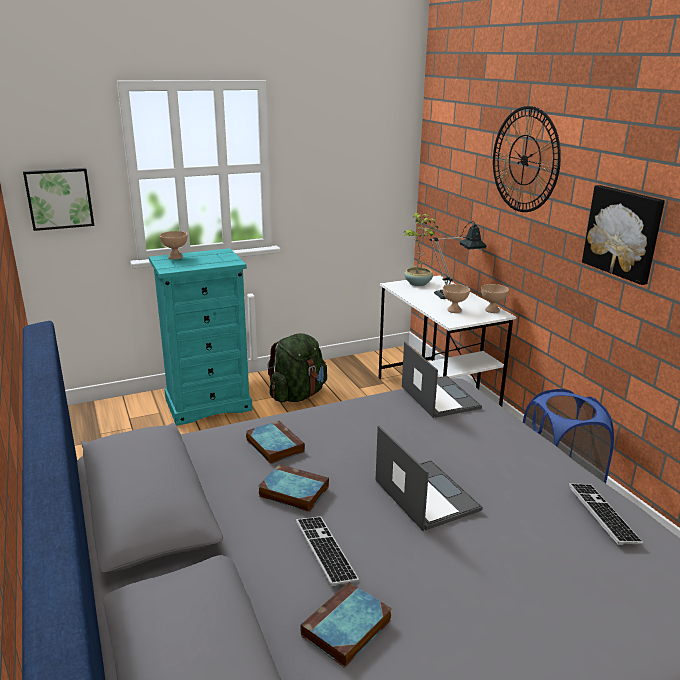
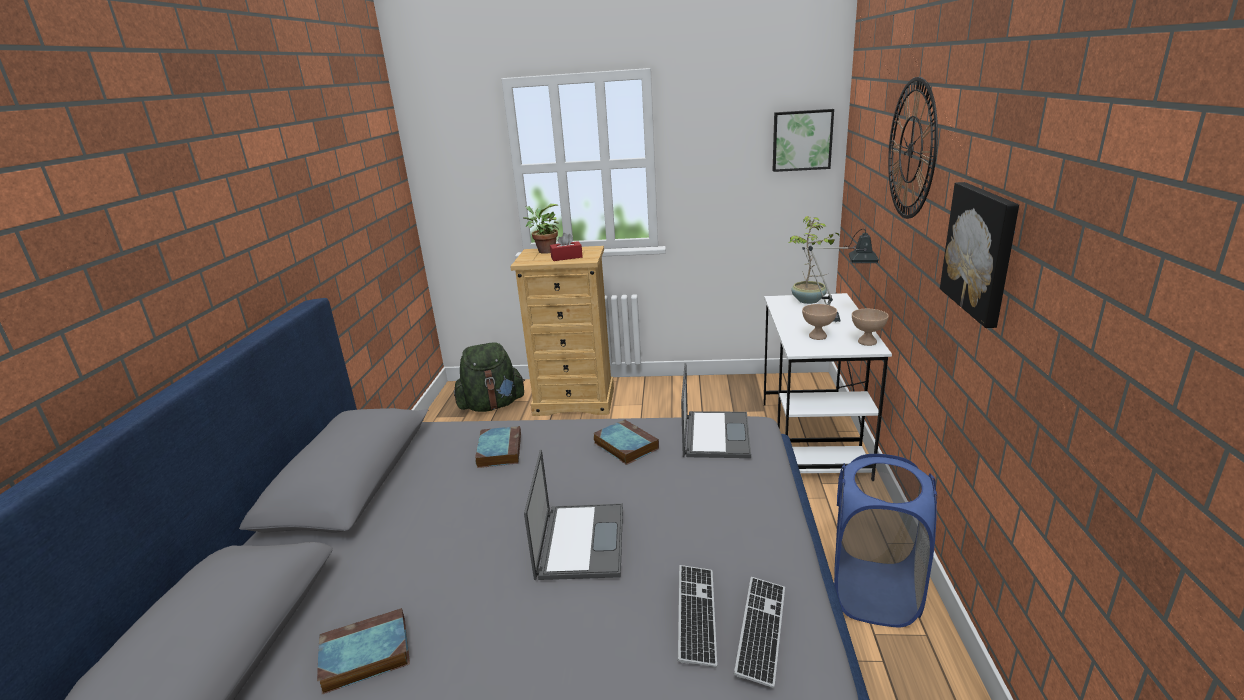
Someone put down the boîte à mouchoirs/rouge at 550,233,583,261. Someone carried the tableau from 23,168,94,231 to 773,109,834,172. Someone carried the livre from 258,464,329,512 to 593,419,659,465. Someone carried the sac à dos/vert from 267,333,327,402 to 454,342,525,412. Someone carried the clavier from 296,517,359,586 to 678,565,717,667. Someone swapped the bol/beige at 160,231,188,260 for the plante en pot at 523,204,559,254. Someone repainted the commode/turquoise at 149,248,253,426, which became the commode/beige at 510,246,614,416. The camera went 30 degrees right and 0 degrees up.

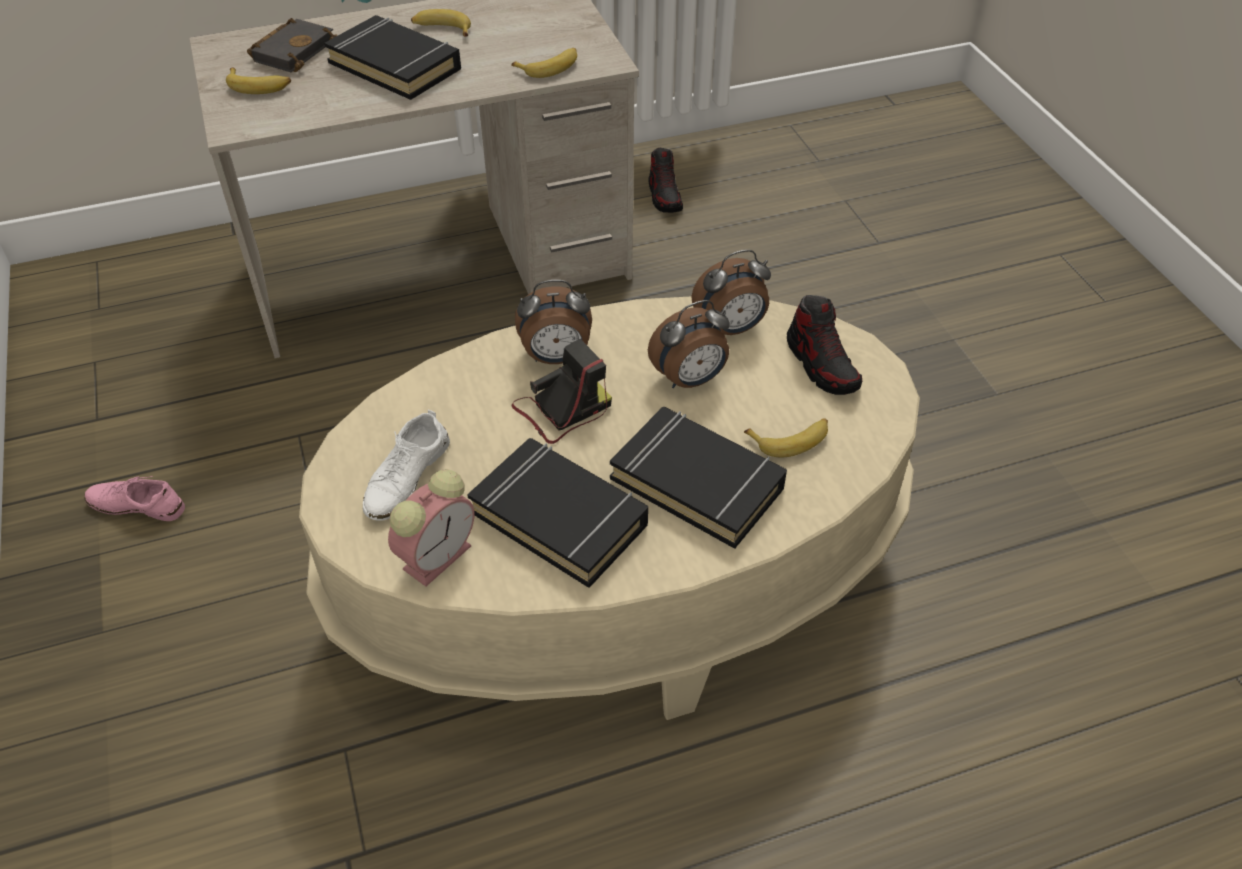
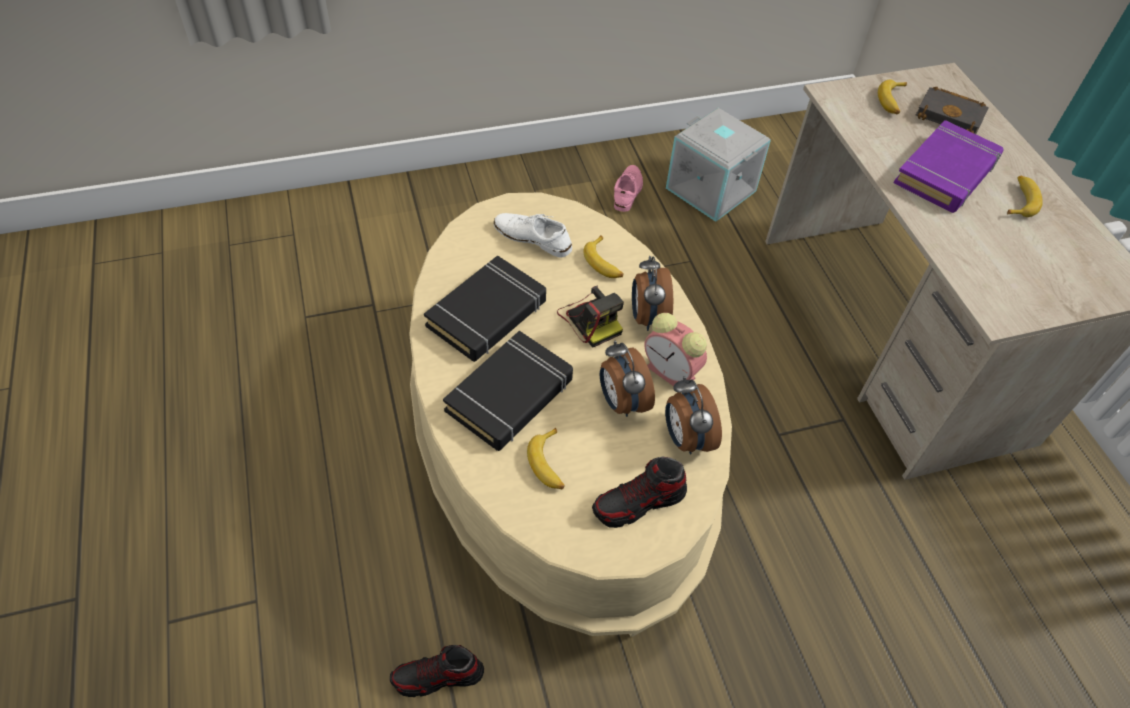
Someone put down the boîte de rangement/gris at 666,108,771,222. Someone carried the réveil from 388,470,475,587 to 644,313,707,386. Someone carried the banane from 511,48,577,78 to 583,235,623,278. Someone carried the chaussure from 649,148,683,213 to 390,645,484,697. Someone repainted the livre/noir at 324,15,461,100, which became the livre/violet at 894,120,1003,213. The camera went 90 degrees right and 5 degrees up.

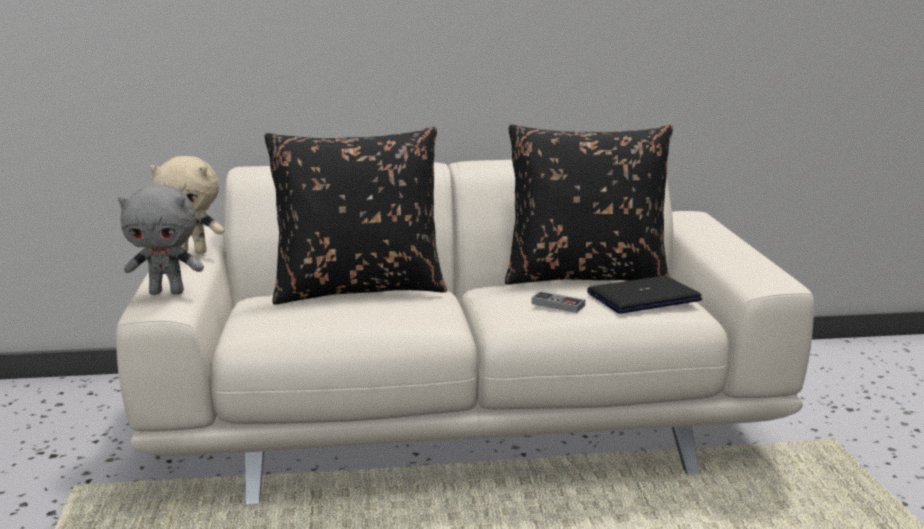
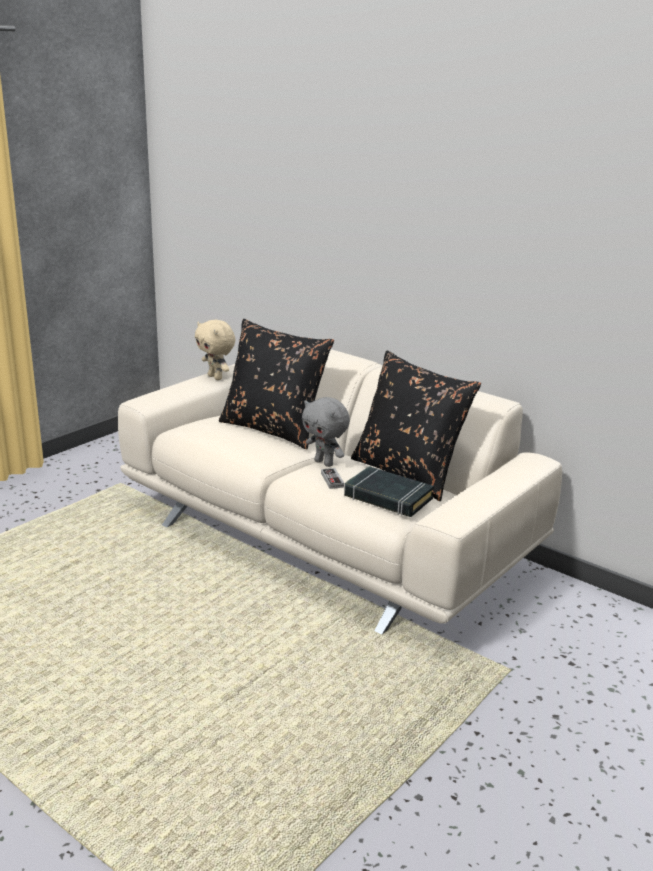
Someone carried the peluche/gris from 118,184,204,295 to 302,397,350,467. Someone swapped the ordinateur portable at 587,276,702,314 for the livre/noir at 344,466,434,517. The camera went 45 degrees right and 5 degrees up.

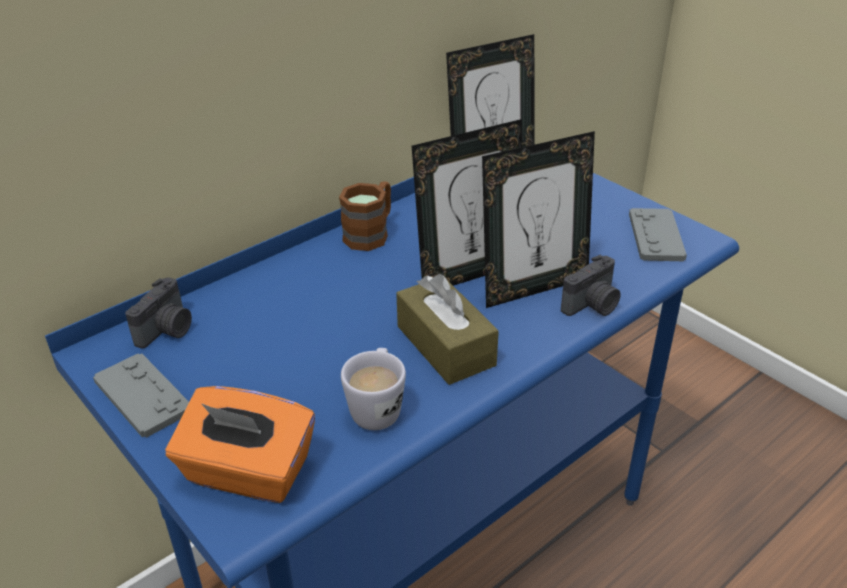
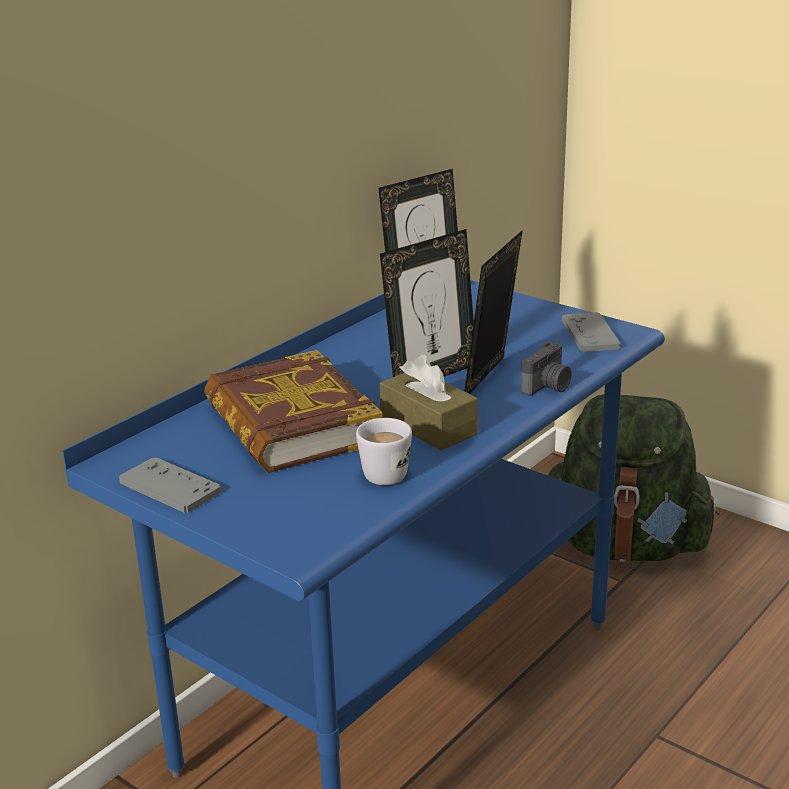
Someone took away the appareil photo at 125,277,192,349. Someone took away the boîte à mouchoirs/orange at 165,386,315,503. Someone took away the mug/marron at 339,181,391,251. Someone put down the livre at 204,350,383,473. Someone put down the sac à dos/vert at 548,394,720,562. Someone rotated the cadre photo at 482,131,595,308 by 150 degrees clockwise. The camera went 10 degrees left and 10 degrees down.

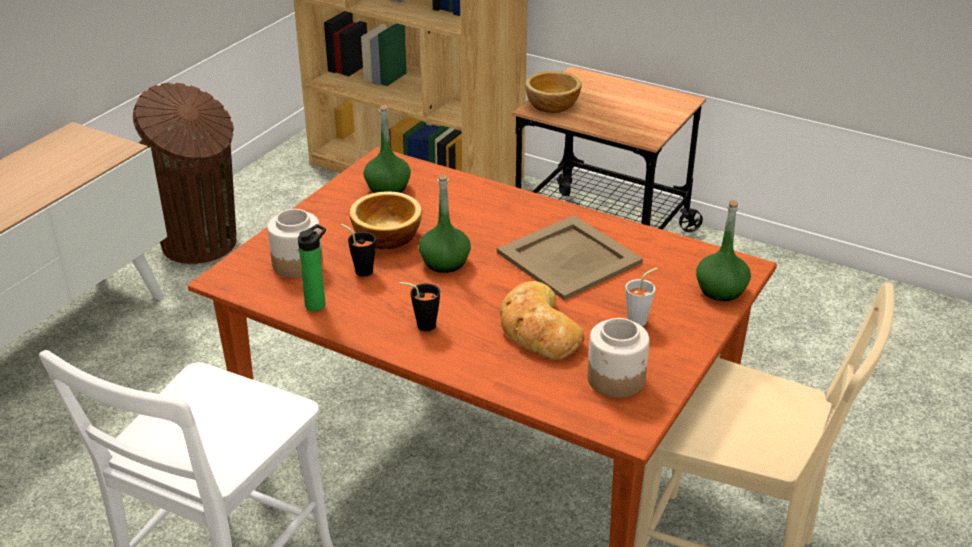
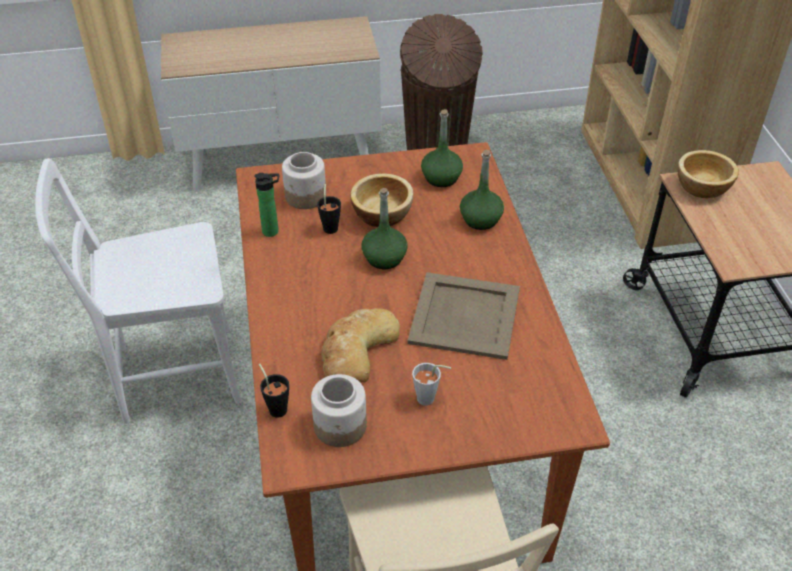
Someone carried the tasse/noir from 400,282,440,331 to 259,364,289,418. Someone carried the bouteille/vert from 696,200,751,301 to 460,150,504,230. The camera went 50 degrees right and 10 degrees up.

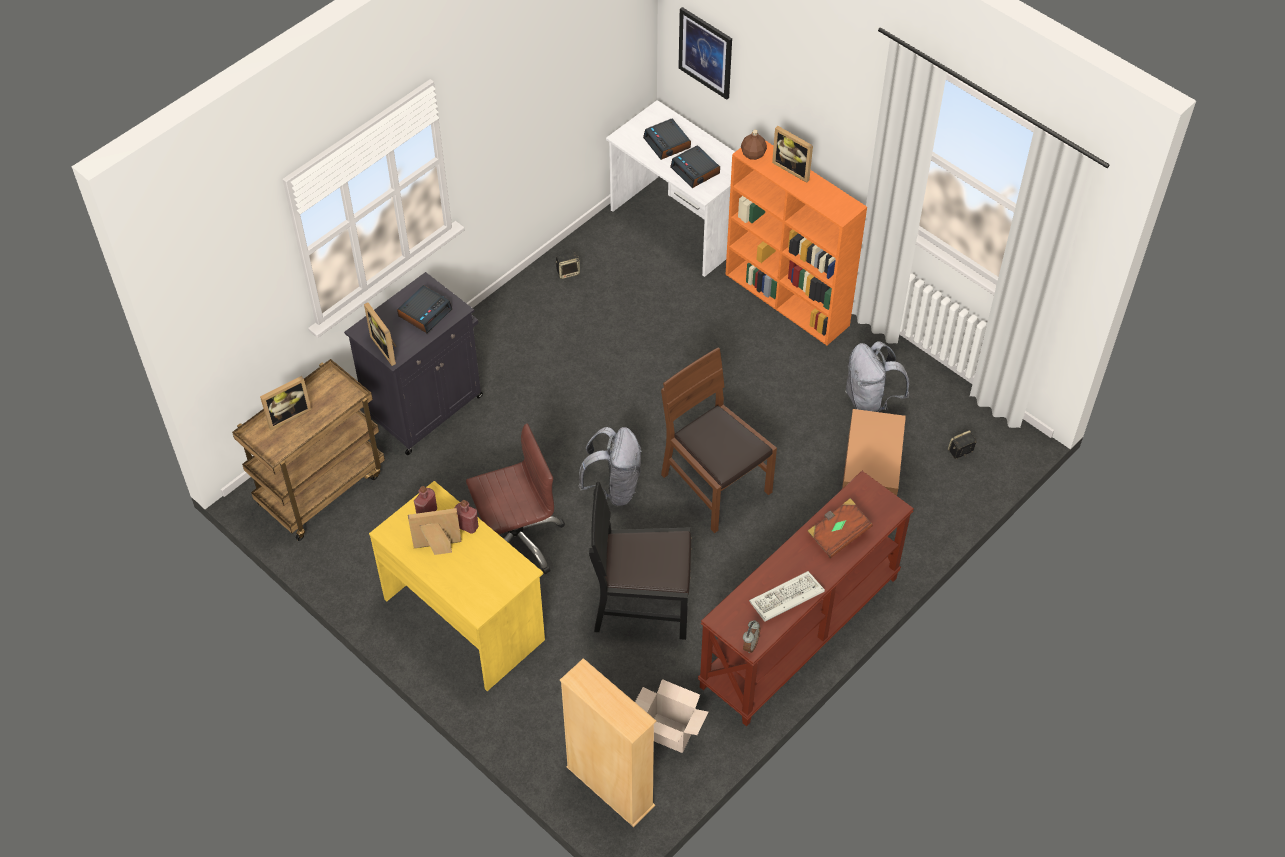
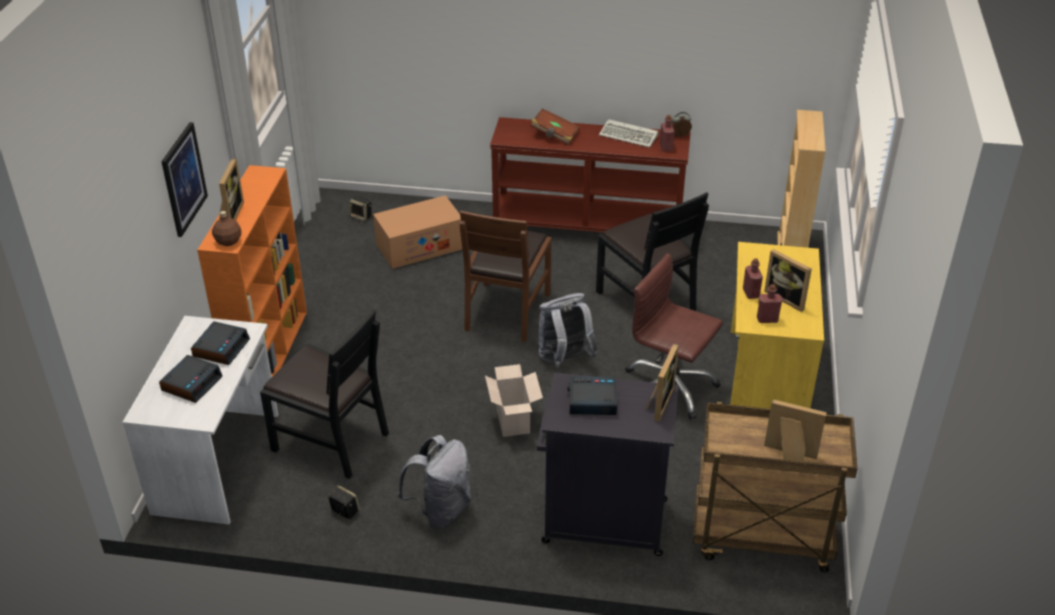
Someone put down the chaise/noir at 260,310,389,479. Someone put down the bouteille/rouge at 660,115,675,152. Someone carried the carton from 635,679,708,753 to 485,364,543,437. Someone carried the tableau from 678,7,732,100 to 161,122,208,237. Someone carried the sac à dos/gris from 845,341,909,412 to 397,435,471,529. The camera went 125 degrees left and 15 degrees down.

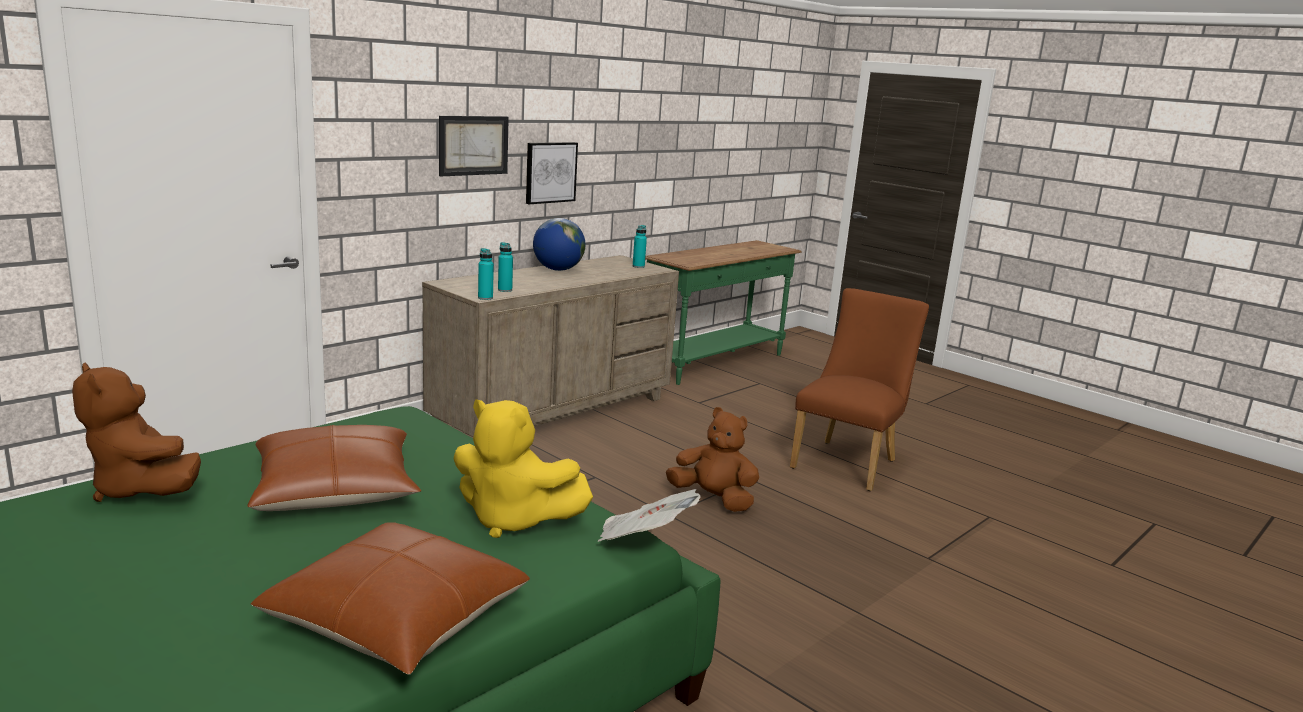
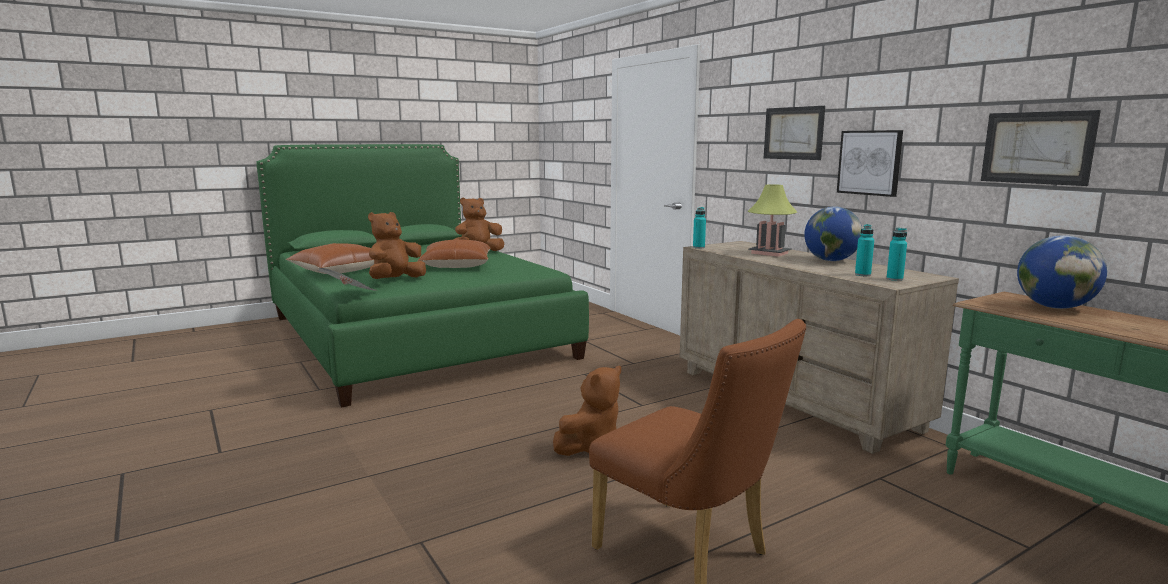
Someone put down the lampe de table at 748,184,797,257. Someone put up the tableau at 981,110,1101,186. Someone put down the globe at 1017,235,1107,309. Someone carried the bouteille/turquoise from 498,242,513,292 to 855,224,874,276. Someone repainted the peluche/jaune at 454,399,593,538, which became the peluche/marron at 368,212,426,279. The camera went 105 degrees right and 5 degrees down.

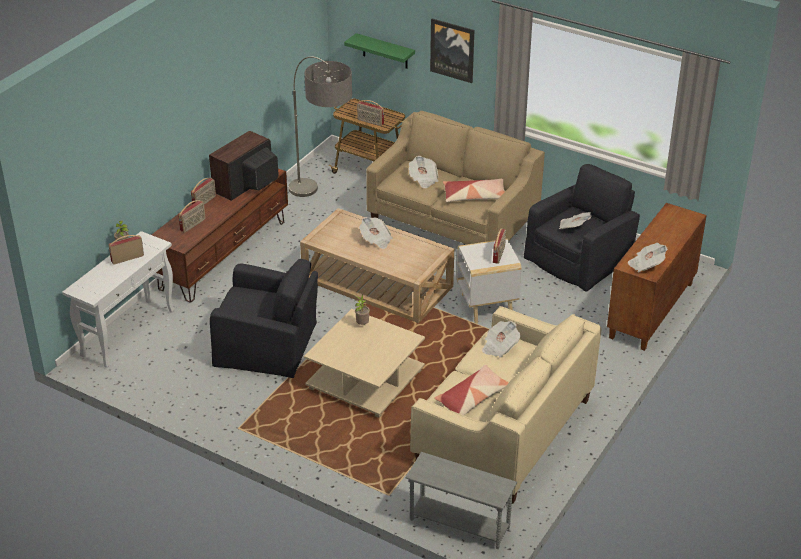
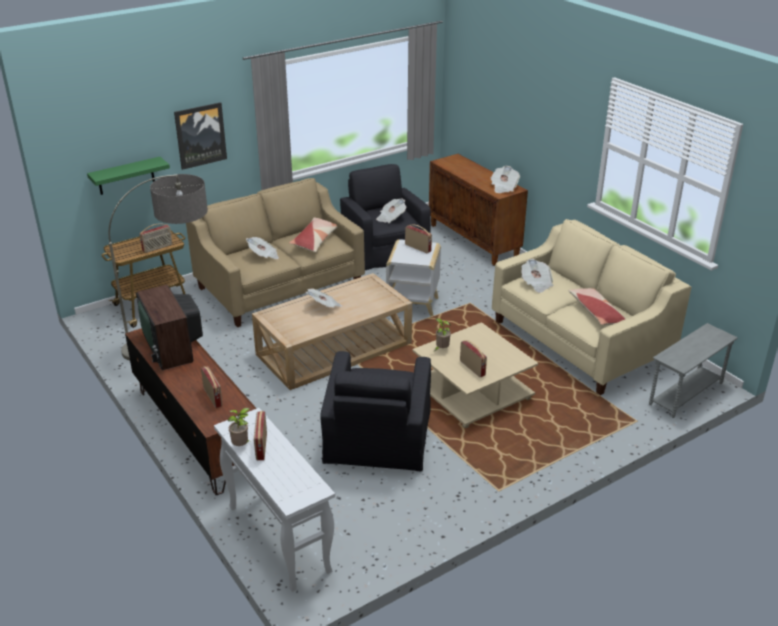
Someone carried the radio from 191,178,216,205 to 460,340,487,377. Someone rotated the fauteuil/noir at 210,259,318,378 by 150 degrees clockwise. The camera went 65 degrees left and 5 degrees down.

